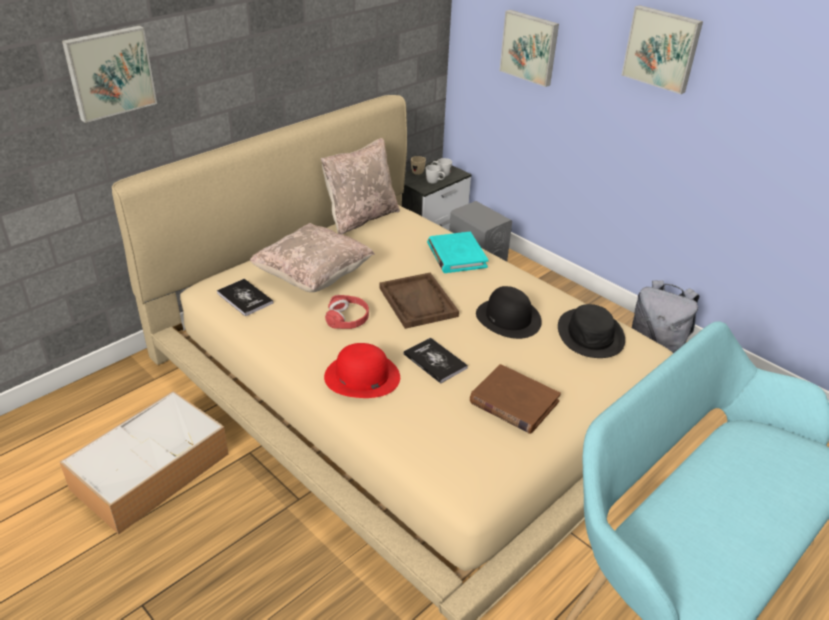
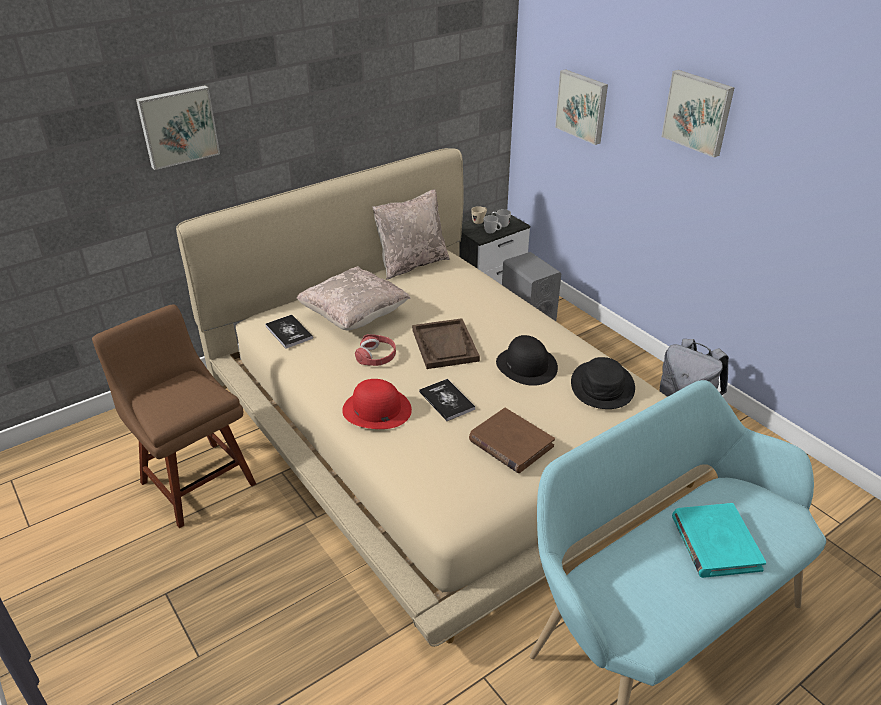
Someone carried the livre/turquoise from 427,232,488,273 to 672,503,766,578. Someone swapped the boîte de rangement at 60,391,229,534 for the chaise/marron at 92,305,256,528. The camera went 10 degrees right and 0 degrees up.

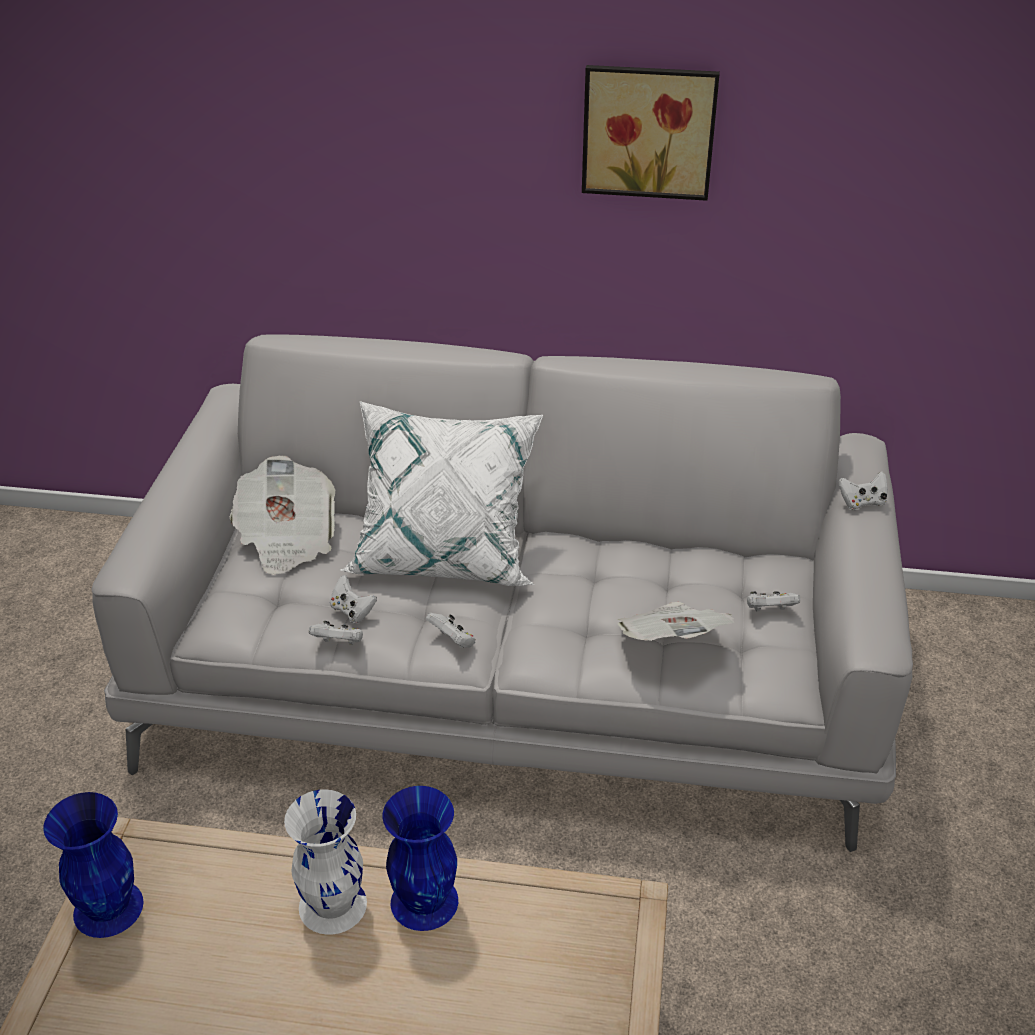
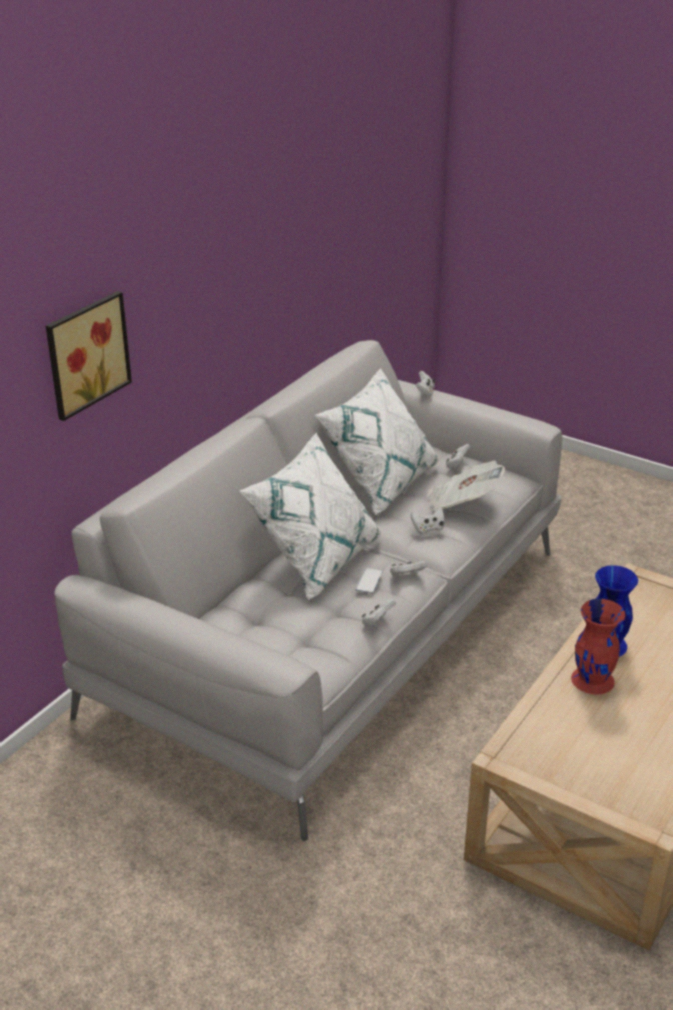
Someone took away the vase/bleu at 43,792,143,938. Someone took away the journal at 229,456,335,575. Someone put down the coussin/blanc at 314,369,439,515. Someone put down the téléphone at 356,568,383,594. Someone carried the manette/blanc from 330,575,377,623 to 410,507,444,534. Someone carried the tableau from 582,65,720,201 to 46,291,132,421. Someone repainted the vase/blanc at 284,789,367,935, which became the vase/rouge at 571,599,625,695. The camera went 65 degrees left and 5 degrees down.

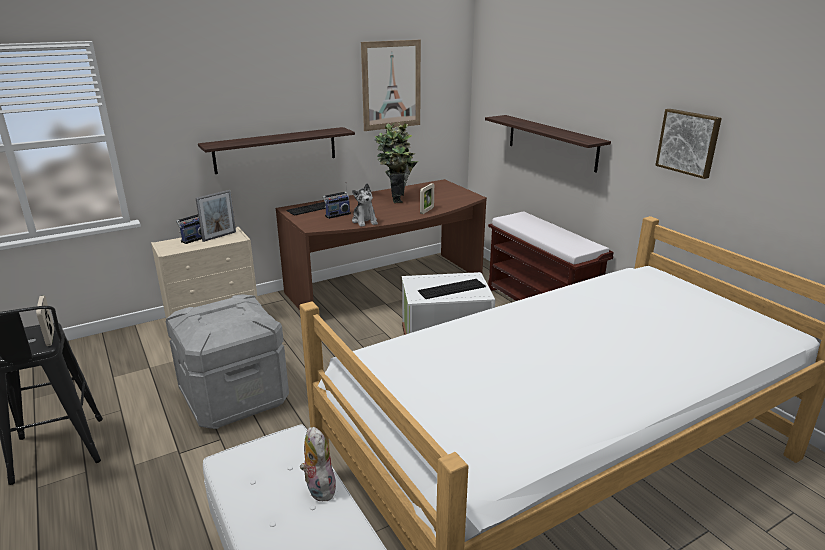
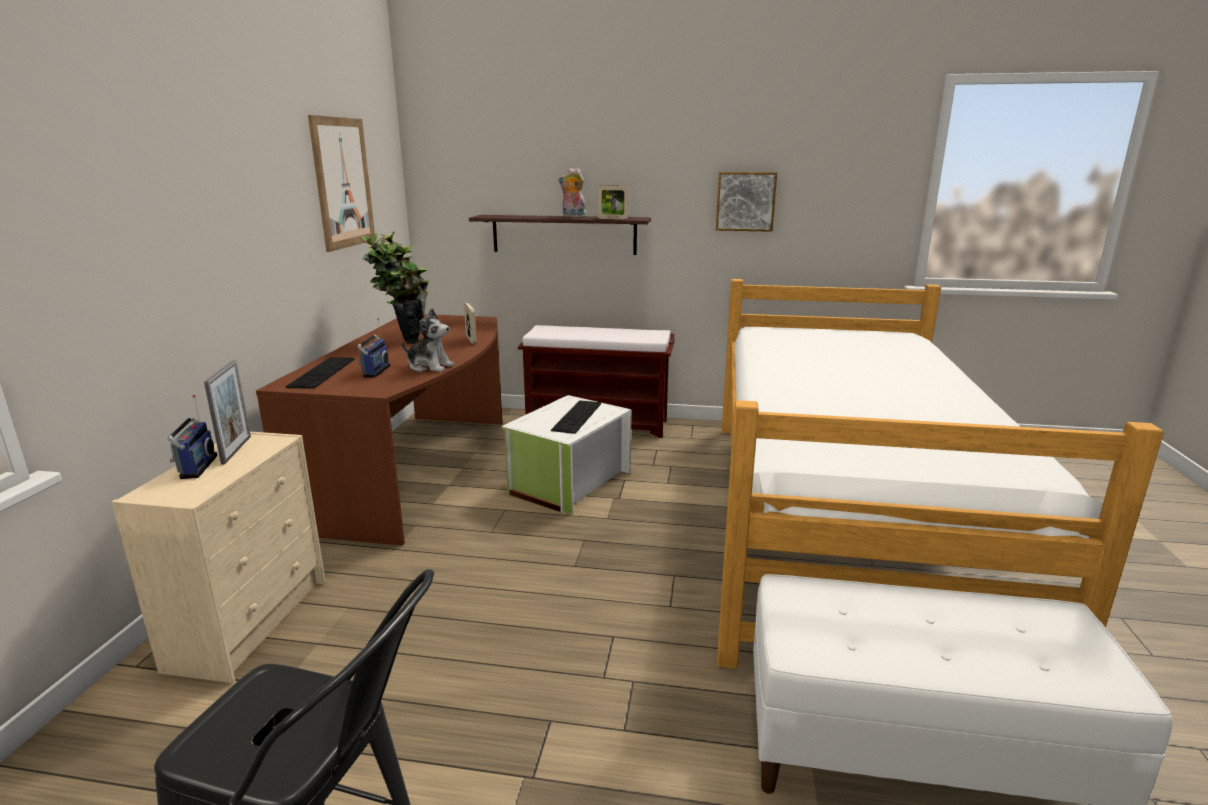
Someone took away the boîte de rangement/gris at 166,294,289,429. Someone took away the étagère at 198,127,355,174. Someone carried the cadre photo from 36,295,54,346 to 597,185,630,219. Someone carried the peluche from 300,427,336,501 to 558,168,588,218. The camera went 50 degrees left and 5 degrees down.

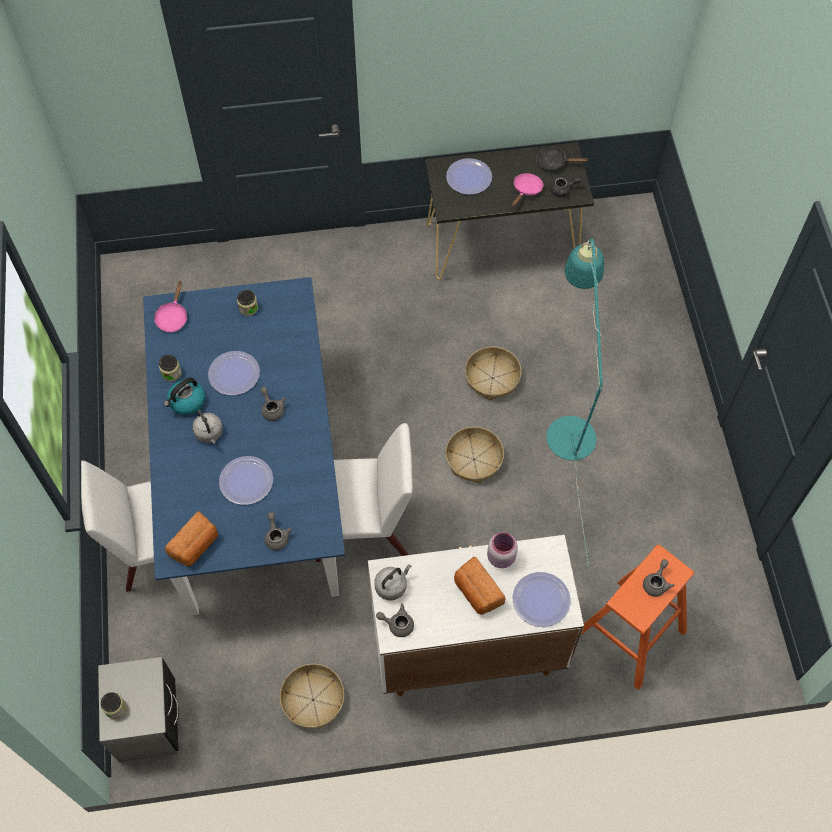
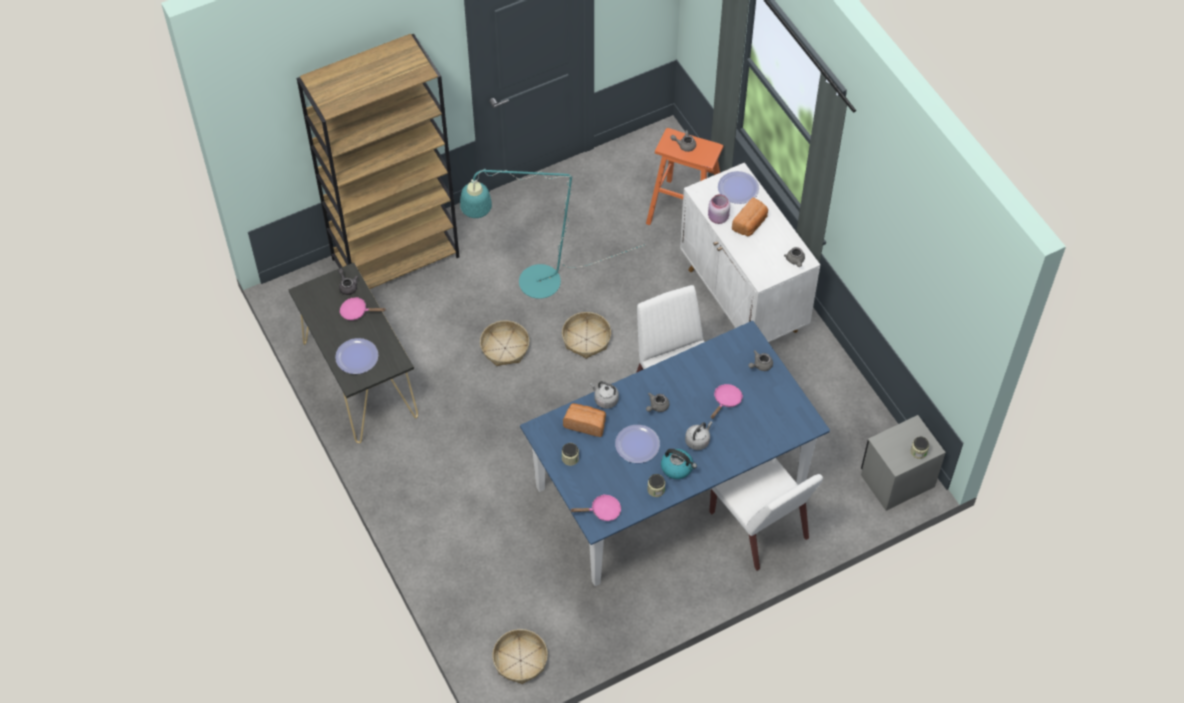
Someone took away the poêle/noir at 536,147,589,171. Someone put down the bibliothèque/marron at 297,34,459,289. Someone carried the pain from 165,511,218,566 to 563,403,606,437. Someone carried the panier from 280,664,345,729 to 492,629,548,684. Someone carried the bouilloire/gris from 375,564,412,600 to 590,381,619,409. Someone swapped the assiette at 219,456,273,505 for the poêle/rose at 711,384,743,419. The camera went 110 degrees left and 5 degrees down.

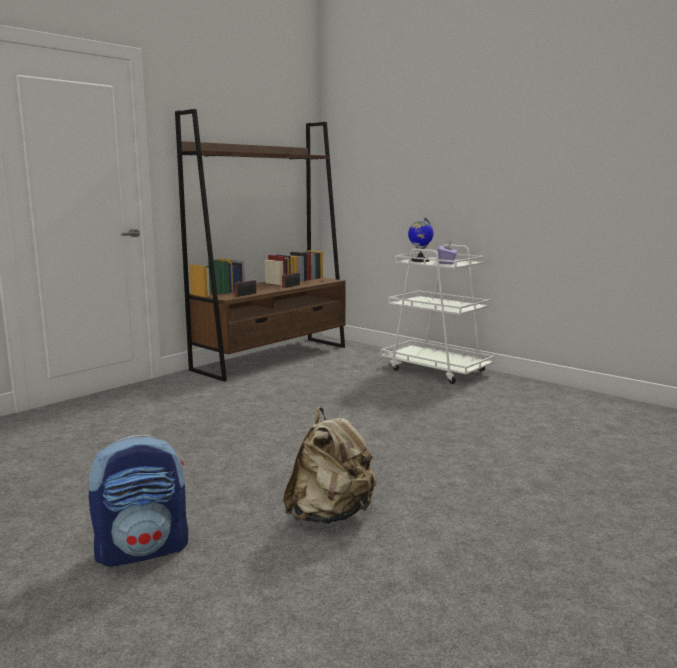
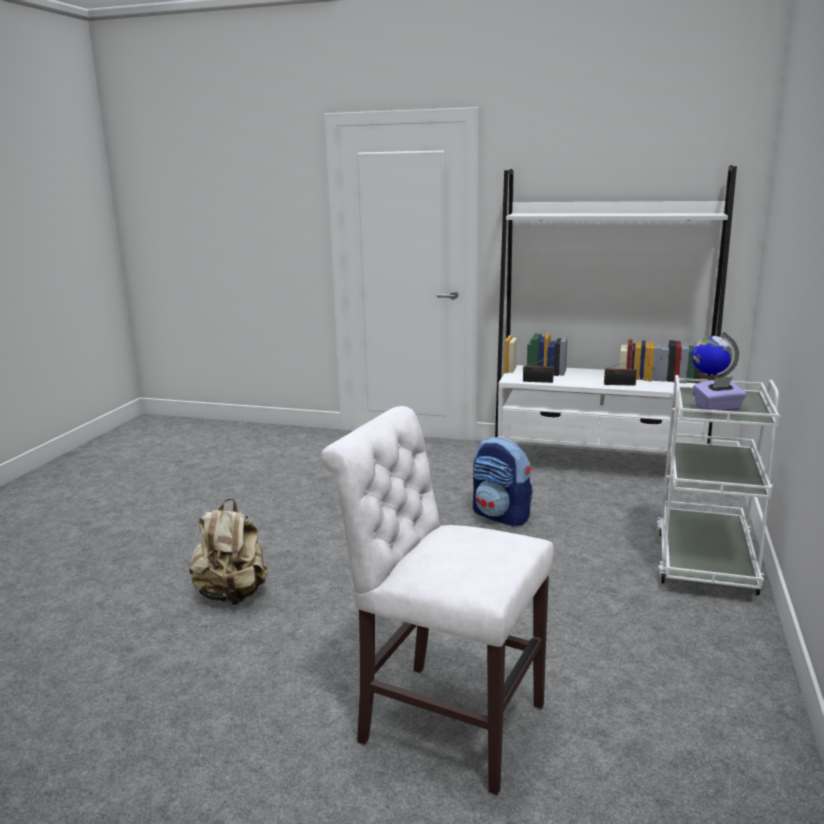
Someone put down the chaise/blanc at 321,406,554,795. Someone carried the sac à dos from 88,435,188,567 to 473,437,533,527. Someone repainted the bibliothèque/marron at 175,109,346,382, which became the bibliothèque/blanc at 495,165,737,453. The camera went 65 degrees right and 5 degrees up.

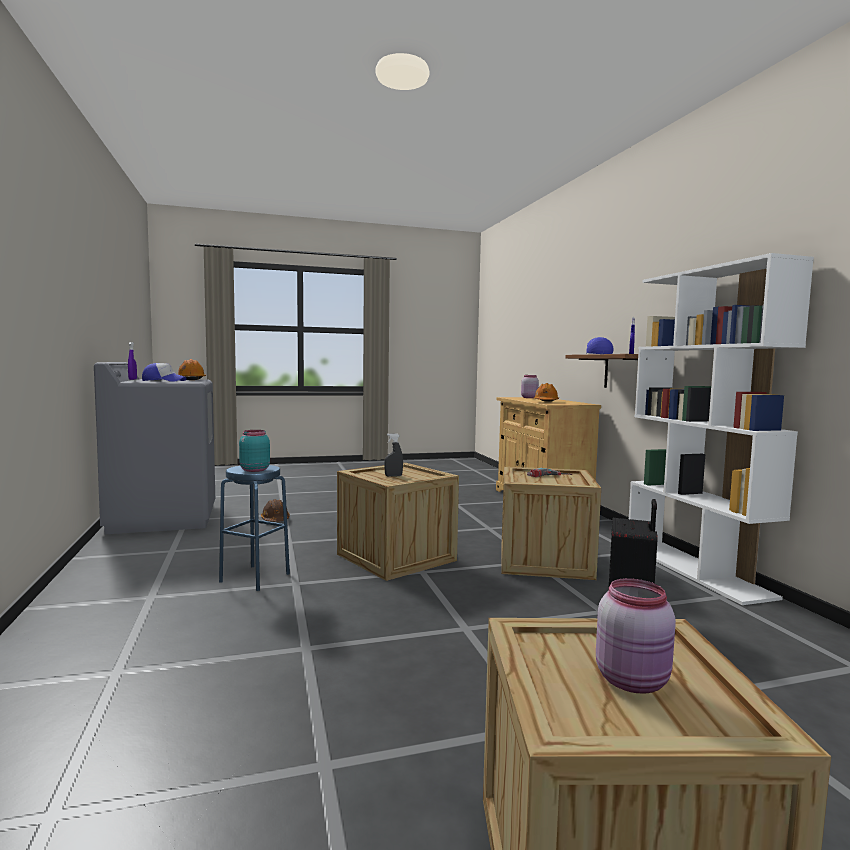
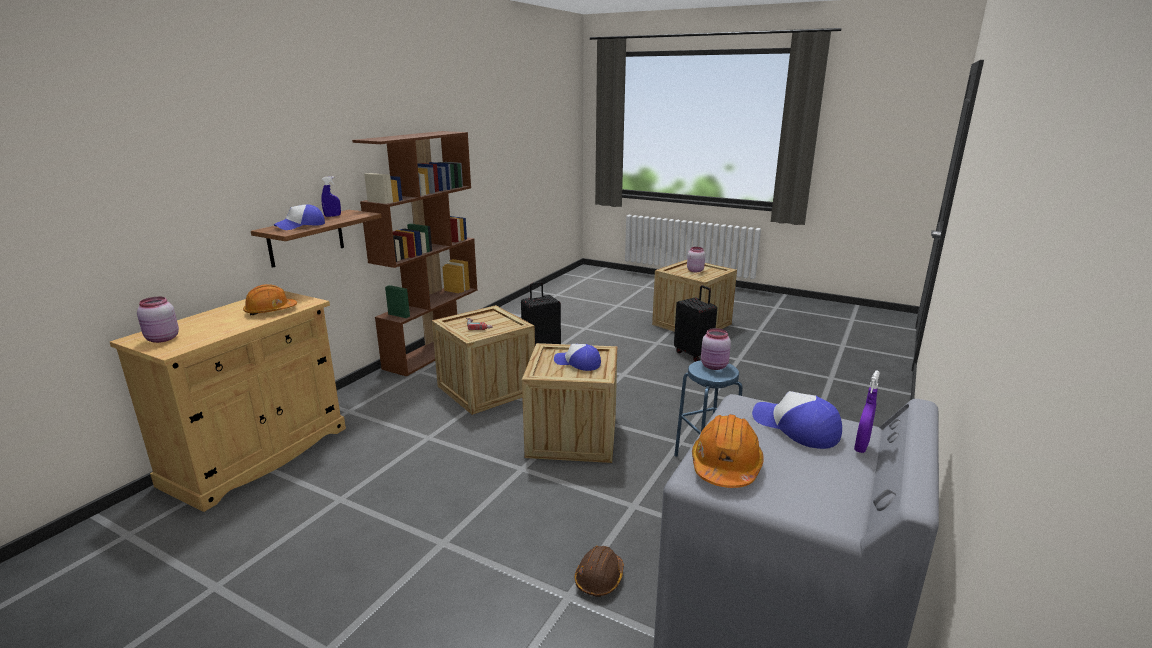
Someone put down the valise/noir at 674,285,717,362. Someone swapped the vaporisateur/gris at 384,434,403,477 for the casquette at 554,344,601,371. Someone repainted the bocal/turquoise at 239,430,270,472, which became the bocal/rose at 701,328,731,370. Someone repainted the bibliothèque/blanc at 629,253,814,605, which became the bibliothèque/marron at 352,131,477,377. The camera went 135 degrees left and 15 degrees up.

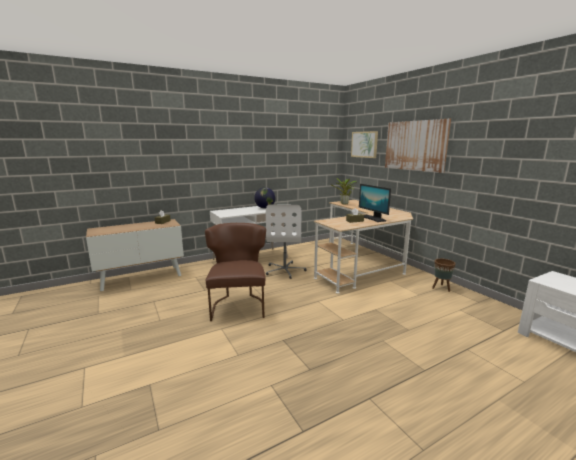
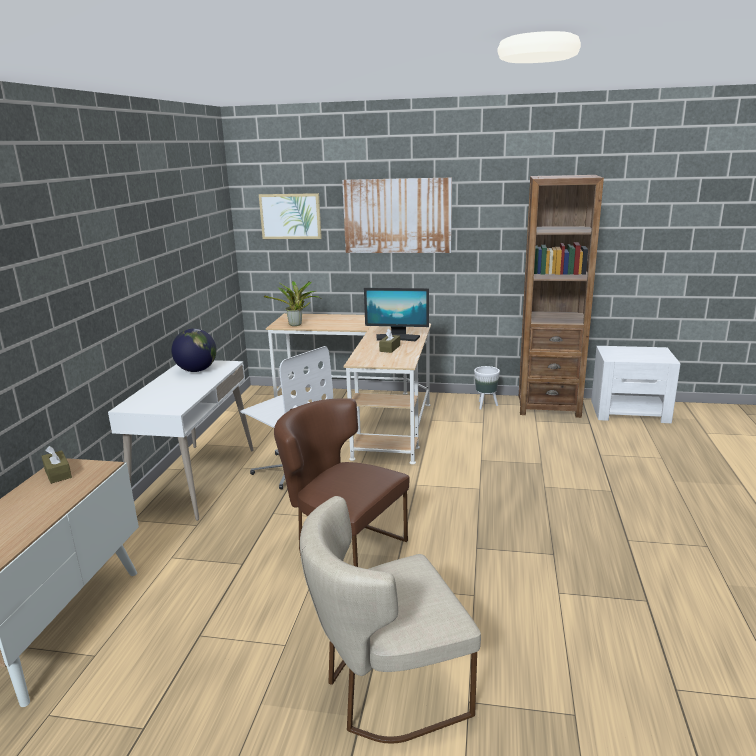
Someone put down the chaise/beige at 300,496,481,744. Someone put down the bibliothèque/marron at 519,175,604,418. Someone repainted the cache-pot/marron at 432,259,456,292, which became the cache-pot/blanc at 474,366,500,410. The camera went 50 degrees left and 5 degrees up.

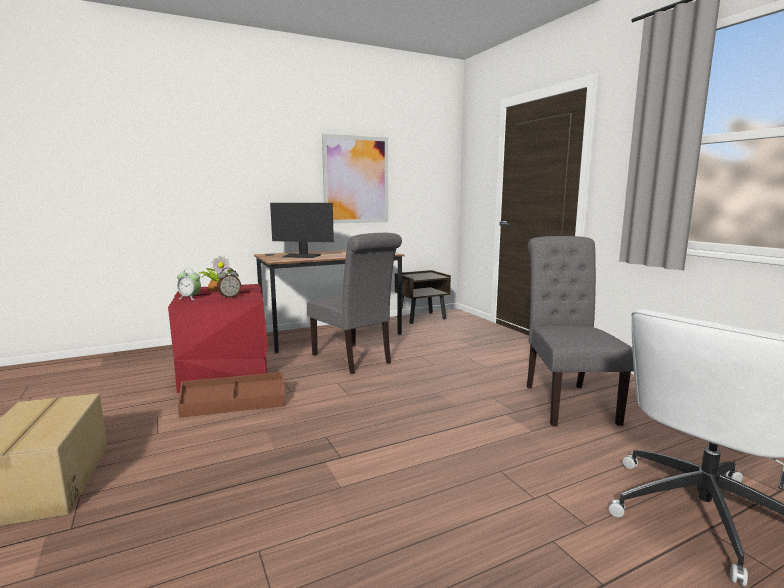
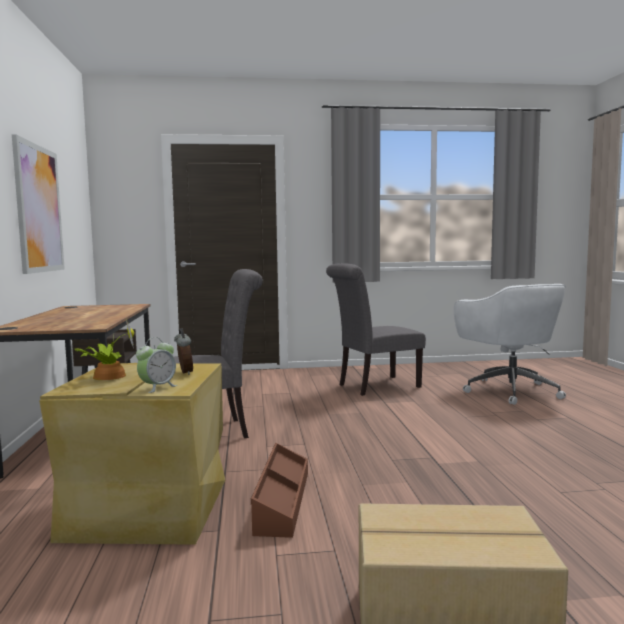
Someone took away the écran d'ordinateur at 270,203,334,258. Someone repainted the boîte de rangement/rouge at 168,284,268,393, which became the boîte de rangement/beige at 39,363,225,545. Someone rotated the chaise/gris at 527,236,634,426 by 45 degrees counterclockwise. The camera went 70 degrees left and 5 degrees down.

